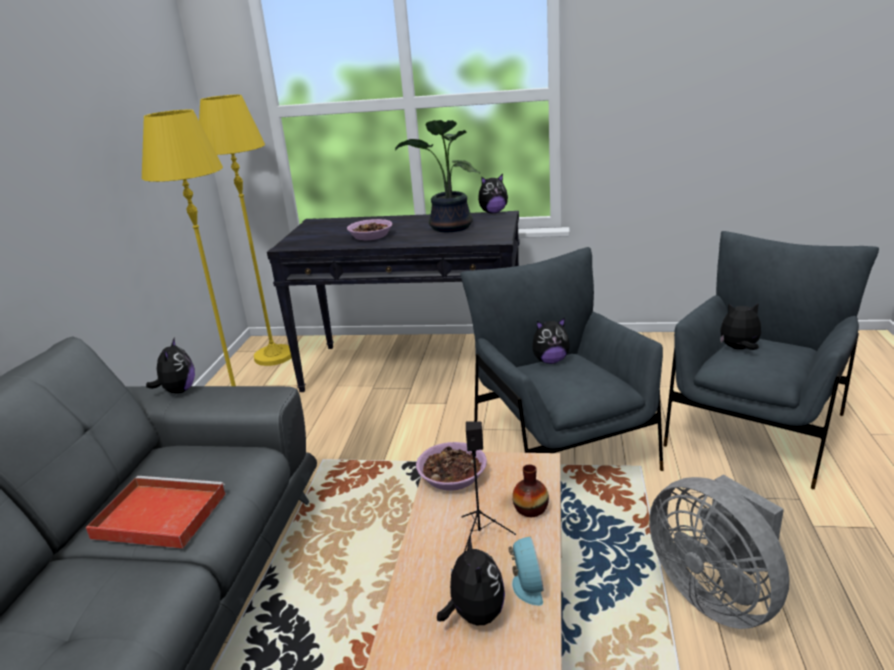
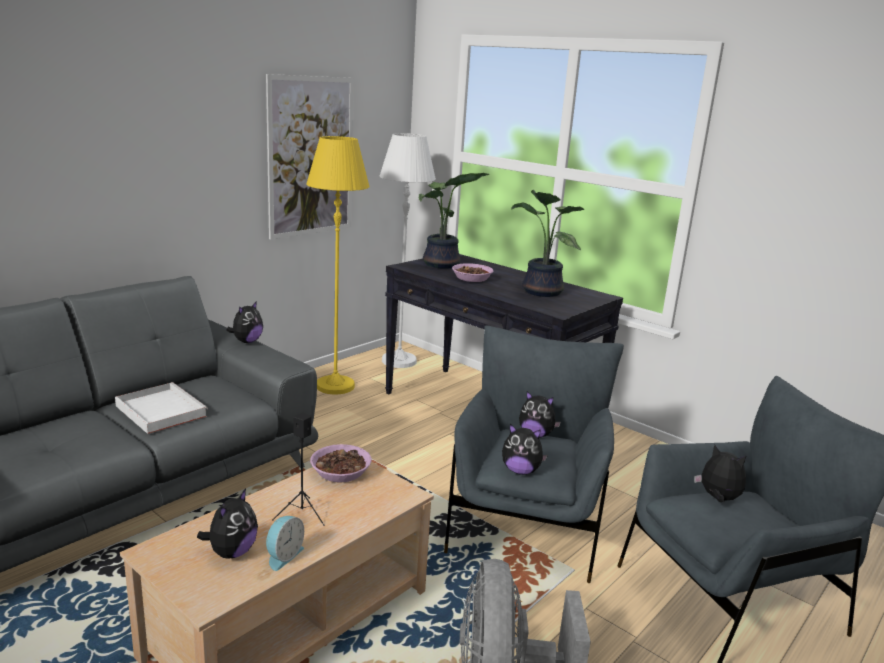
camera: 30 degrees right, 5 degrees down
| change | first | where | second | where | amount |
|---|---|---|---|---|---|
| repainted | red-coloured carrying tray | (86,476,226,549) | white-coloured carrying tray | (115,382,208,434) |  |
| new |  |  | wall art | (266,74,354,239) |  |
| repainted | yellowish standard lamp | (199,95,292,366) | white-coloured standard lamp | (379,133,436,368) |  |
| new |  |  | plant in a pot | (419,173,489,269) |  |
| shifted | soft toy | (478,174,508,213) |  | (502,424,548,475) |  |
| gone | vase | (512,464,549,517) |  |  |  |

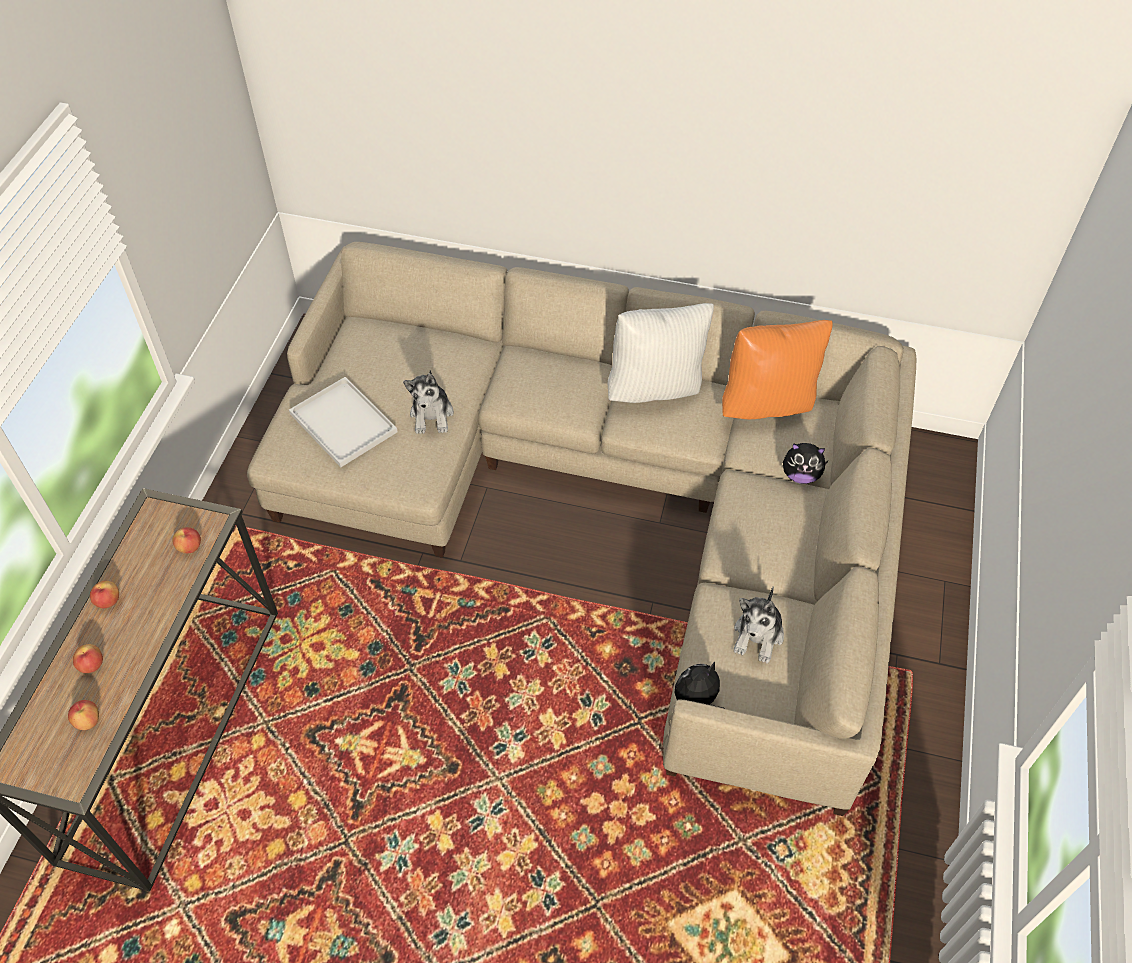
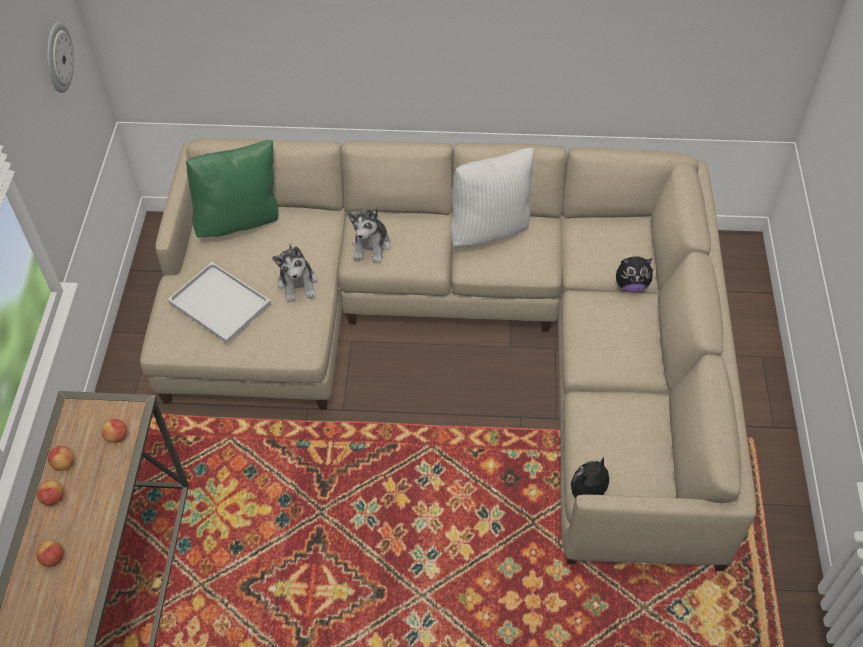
camera: 10 degrees left, 0 degrees up
| change | first | where | second | where | amount |
|---|---|---|---|---|---|
| new |  |  | wall clock | (47,22,74,93) |  |
| shifted | apple | (68,700,99,730) |  | (48,446,74,471) |  |
| new |  |  | greenish pillow | (186,140,278,237) |  |
| shifted | soft toy | (734,586,784,664) |  | (347,207,391,263) |  |
| gone | orange pillow | (722,320,833,419) |  |  |  |

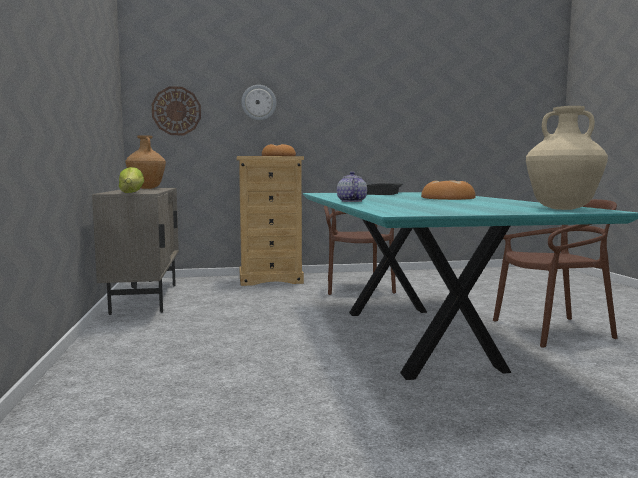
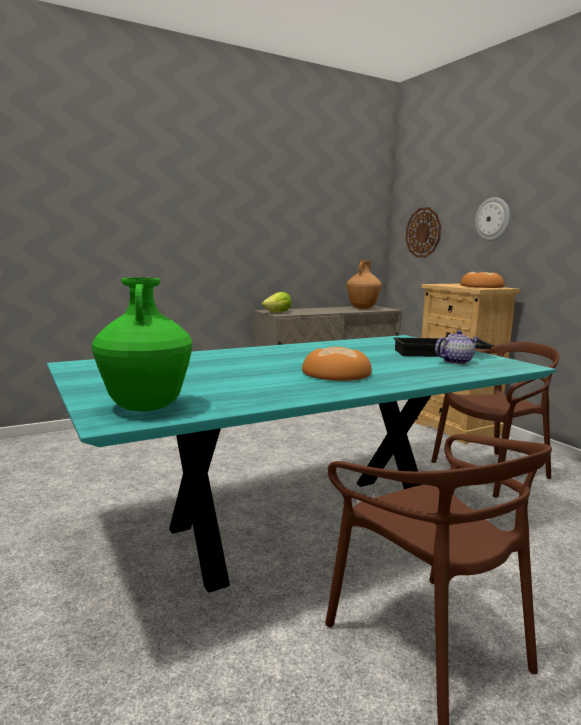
camera: 70 degrees right, 5 degrees up
| change | first | where | second | where | amount |
|---|---|---|---|---|---|
| repainted | beige vase | (526,106,608,210) | greenish vase | (92,278,192,412) |  |
| shifted | teapot | (337,171,367,202) |  | (435,330,479,364) |  |

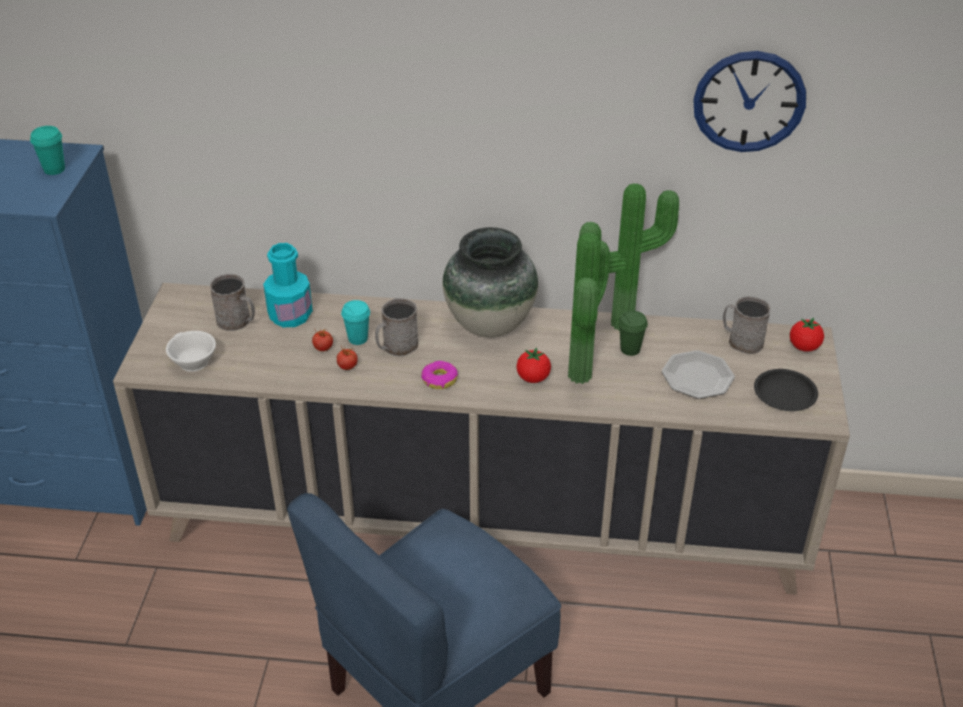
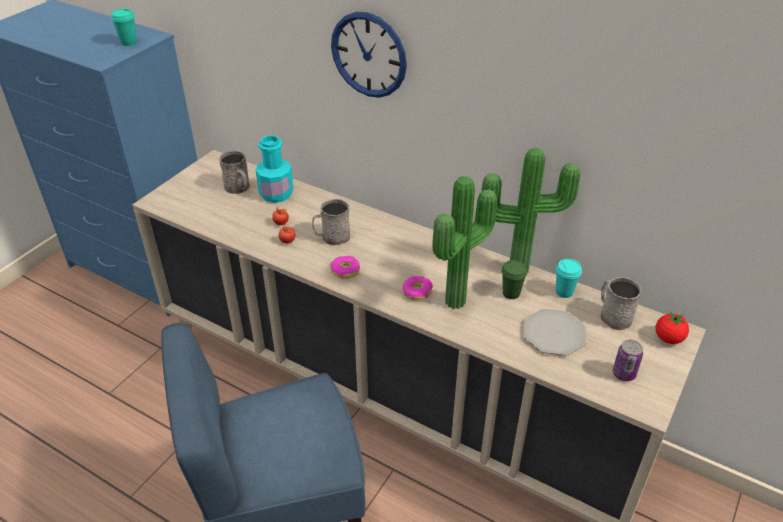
camera: 25 degrees right, 0 degrees up
| change | first | where | second | where | amount |
|---|---|---|---|---|---|
| shifted | wall clock | (693,51,806,152) |  | (331,12,407,98) |  |
| swapped | fresh tomato | (516,347,551,383) | ring doughnut | (402,276,433,300) |  |
| shifted | turquoise-coloured small cup | (341,300,370,345) |  | (556,259,582,298) |  |
| swapped | blackish plate | (754,369,818,411) | sealed can | (613,340,643,381) |  |
| gone | white-coloured small cup | (166,331,216,372) |  |  |  |
| gone | vase | (443,227,538,337) |  |  |  |

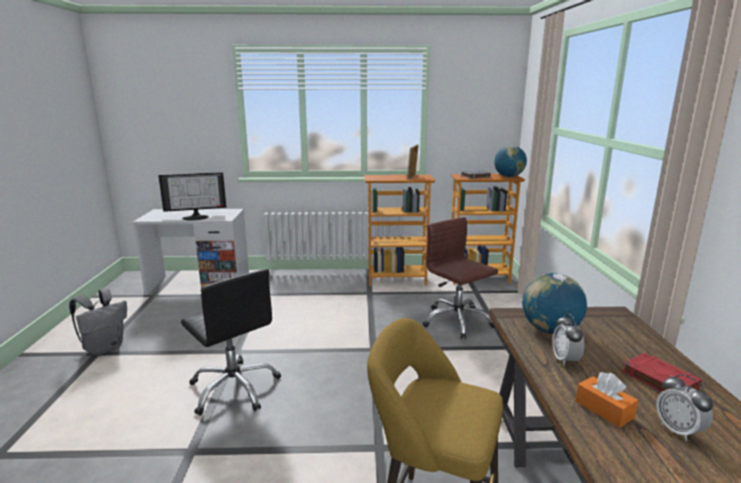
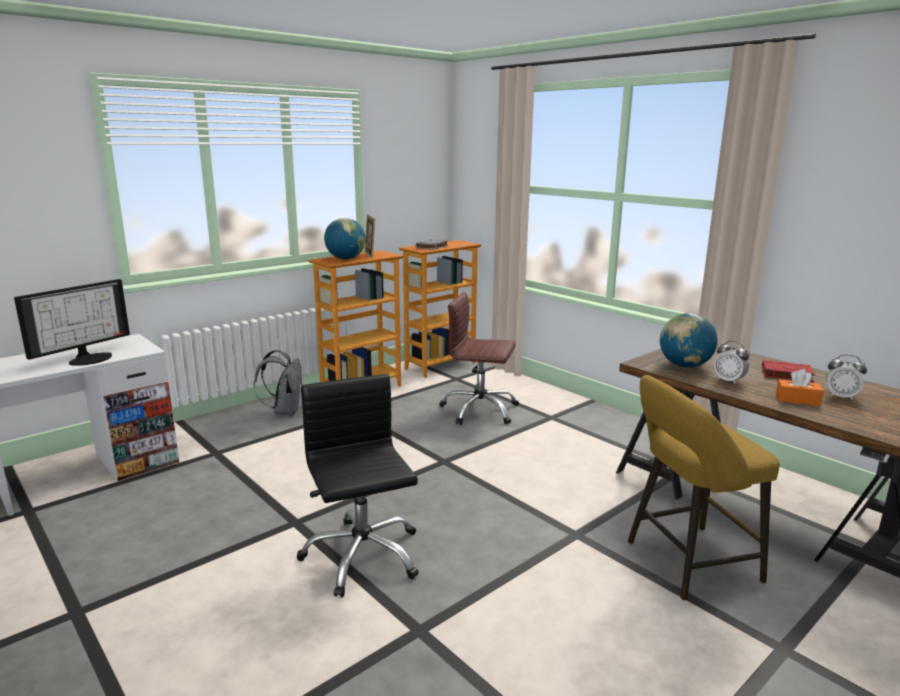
camera: 40 degrees left, 0 degrees up
| change | first | where | second | where | amount |
|---|---|---|---|---|---|
| shifted | greyish backpack | (69,288,127,356) |  | (253,350,303,416) |  |
| rotated | blackish computer chair | (181,269,281,416) |  | (296,374,419,597) | 120 degrees counterclockwise |
| shifted | desk globe | (494,145,527,177) |  | (324,218,366,259) |  |

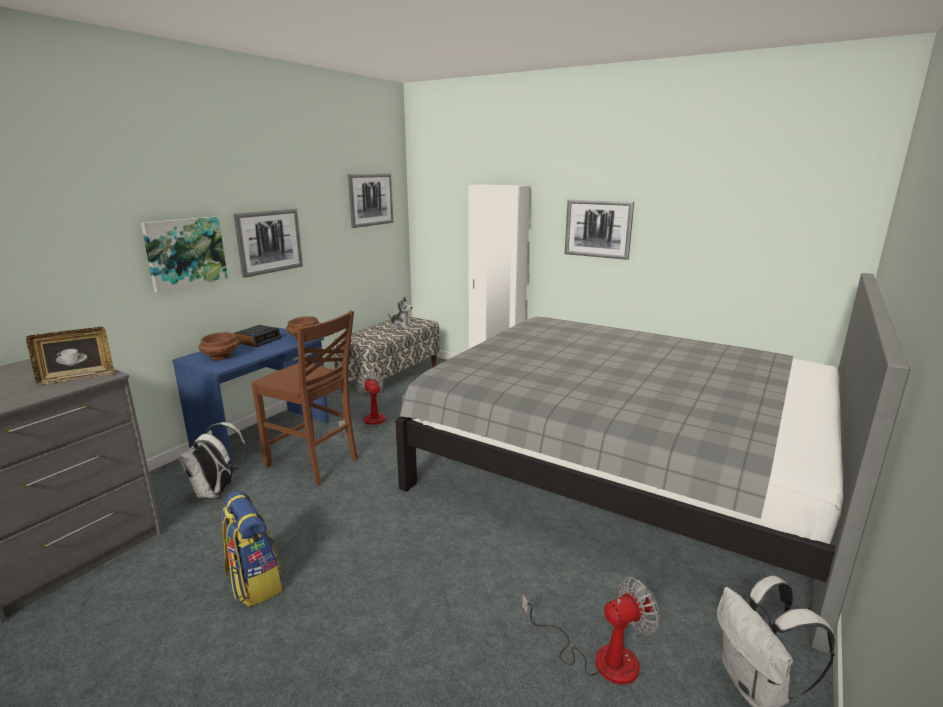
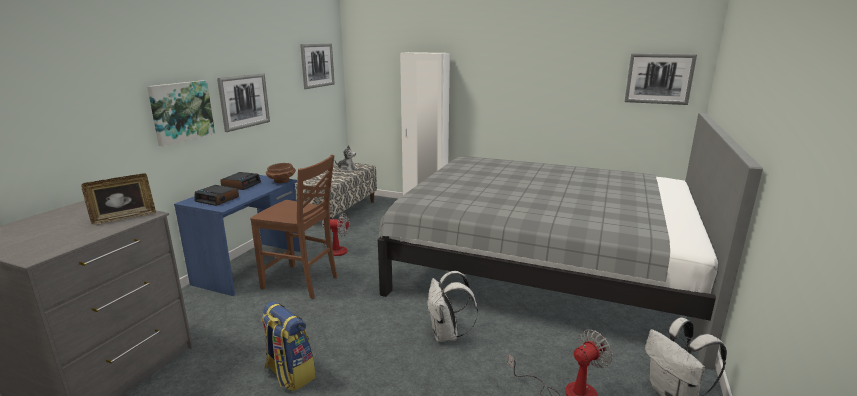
camera: 10 degrees left, 0 degrees up
| change | first | where | second | where | amount |
|---|---|---|---|---|---|
| swapped | brownish bowl | (198,332,240,360) | alarm clock | (194,185,239,206) |  |
| rotated | cooling fan | (338,371,386,438) |  | (322,213,350,256) | 135 degrees clockwise |
| shifted | white-coloured backpack | (179,422,248,498) |  | (427,271,478,342) |  |
| shifted | wall art | (565,199,634,260) |  | (625,54,697,105) |  |

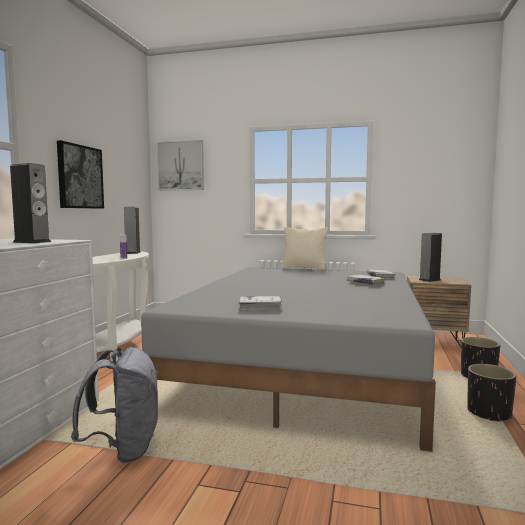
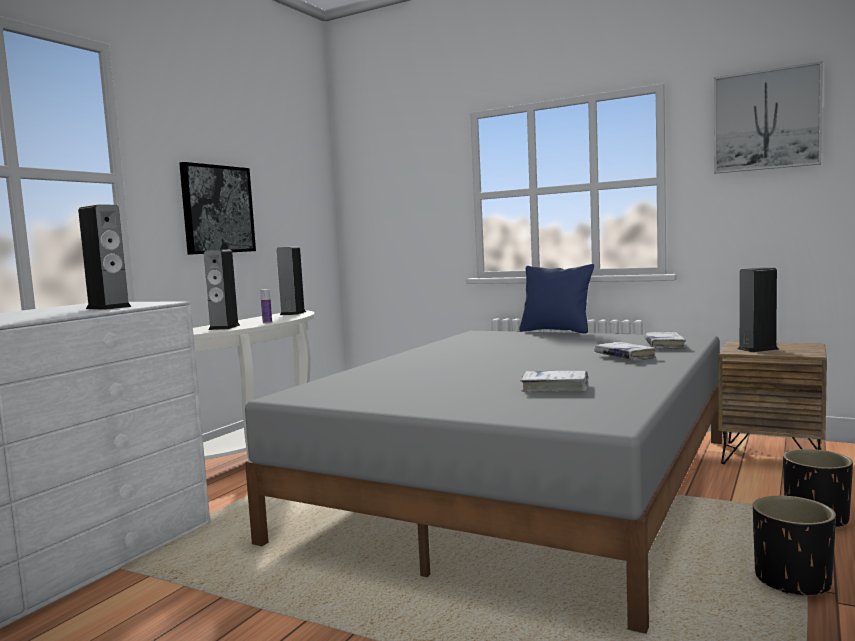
camera: 15 degrees right, 0 degrees up
| change | first | where | second | where | amount |
|---|---|---|---|---|---|
| new |  |  | loudspeaker | (204,250,240,330) |  |
| repainted | beige pillow | (281,227,329,270) | blue-coloured pillow | (519,264,594,334) |  |
| shifted | white-coloured volume | (238,296,282,311) |  | (521,371,588,392) |  |
| shifted | wall art | (157,140,204,191) |  | (714,61,823,174) |  |
| gone | greyish backpack | (71,347,158,463) |  |  |  |

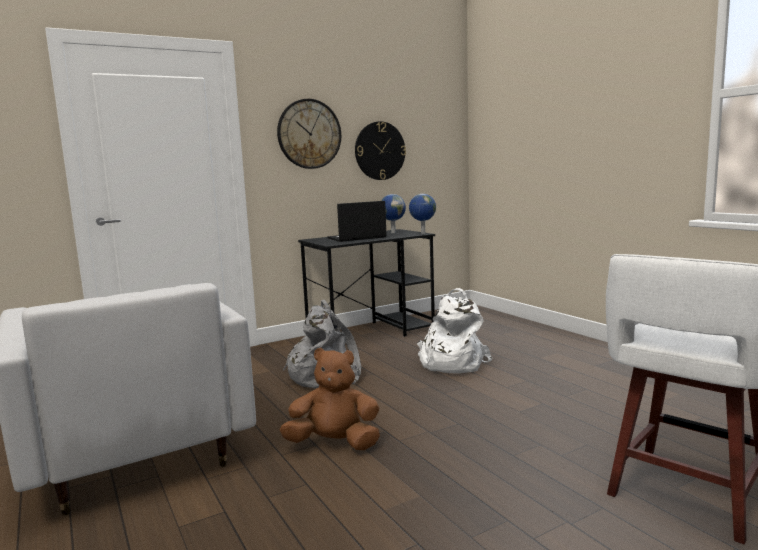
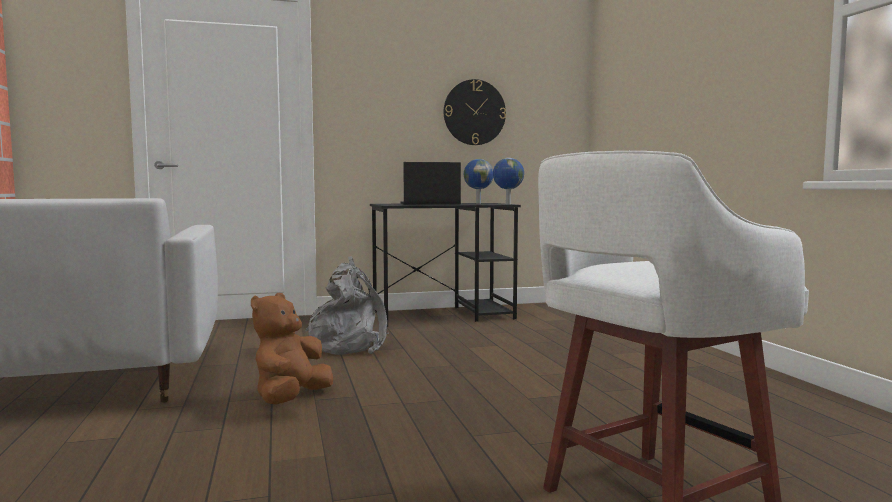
camera: 15 degrees right, 5 degrees down
| change | first | where | second | where | amount |
|---|---|---|---|---|---|
| rotated | brownish soft toy | (280,348,380,450) |  | (251,293,333,404) | 90 degrees counterclockwise |
| gone | wall clock | (277,99,341,169) |  |  |  |
| gone | white-coloured backpack | (417,288,492,373) |  |  |  |

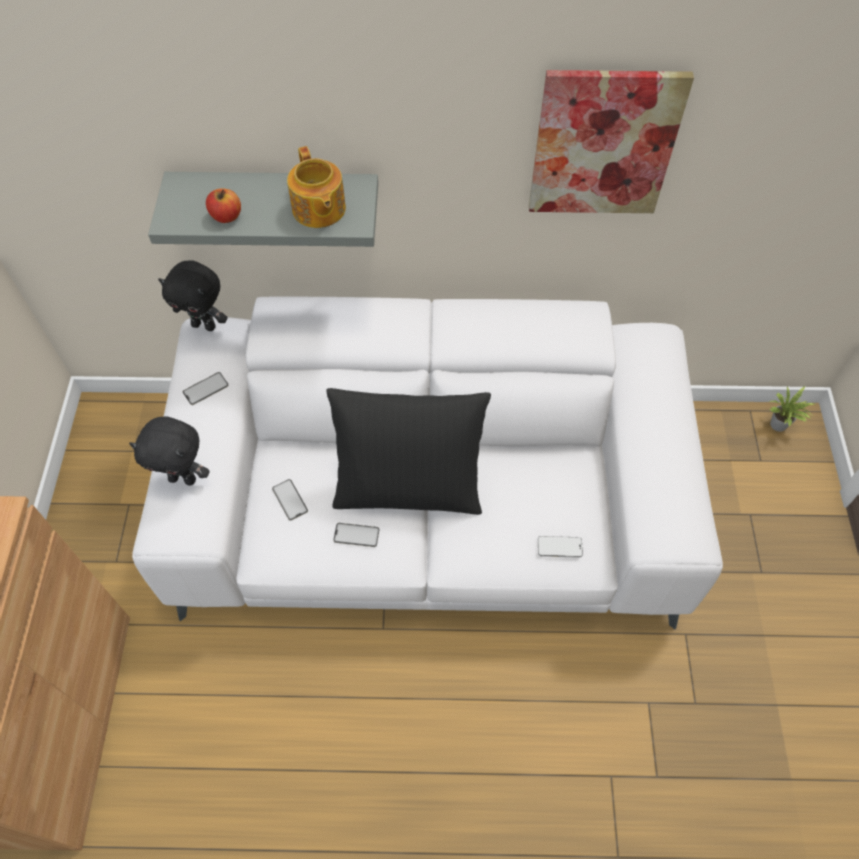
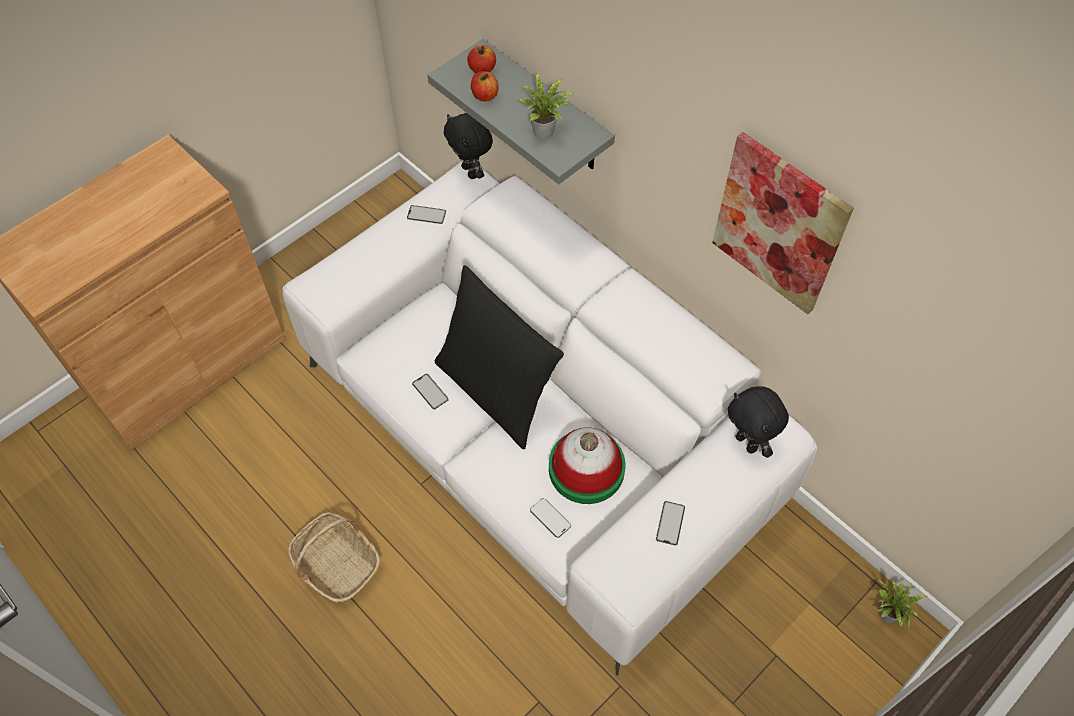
camera: 45 degrees right, 0 degrees up
| change | first | where | second | where | amount |
|---|---|---|---|---|---|
| new |  |  | basket | (288,512,381,602) |  |
| new |  |  | apple | (467,45,496,73) |  |
| swapped | teapot | (287,146,346,228) | plant in a pot | (519,72,574,139) |  |
| new |  |  | wearable hat | (549,427,625,504) |  |
| shifted | phone | (272,479,308,521) |  | (656,501,685,546) |  |
| shifted | blackish soft toy | (129,416,209,486) |  | (728,386,789,458) |  |

